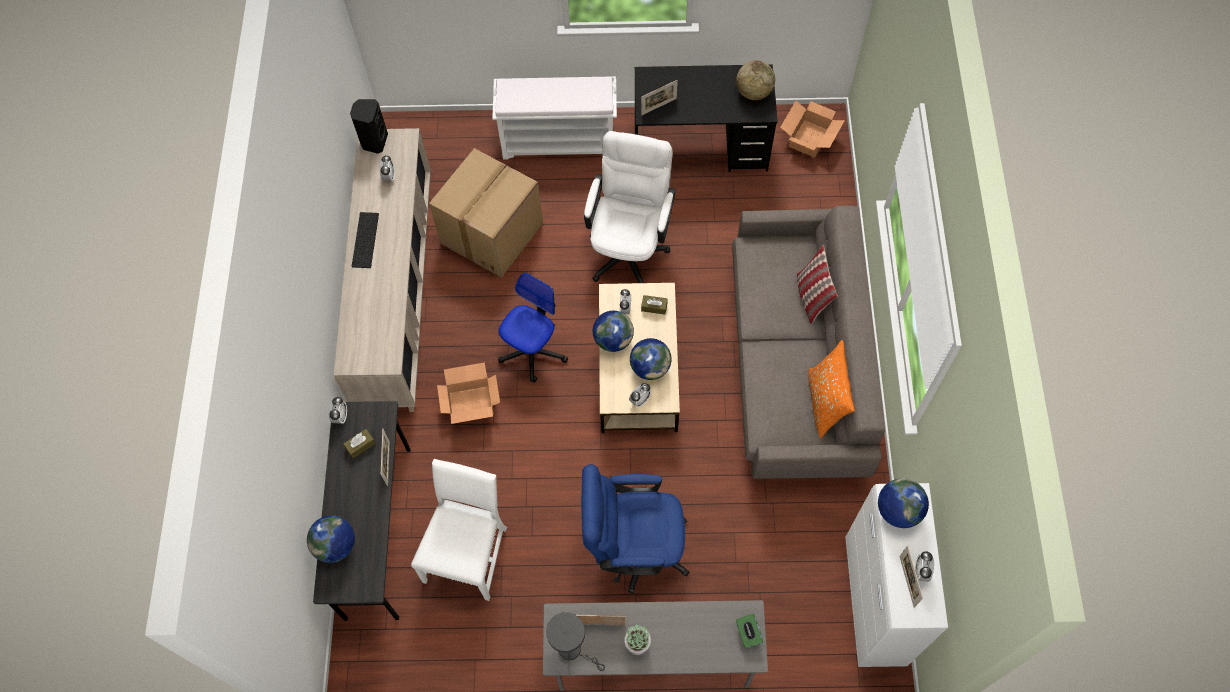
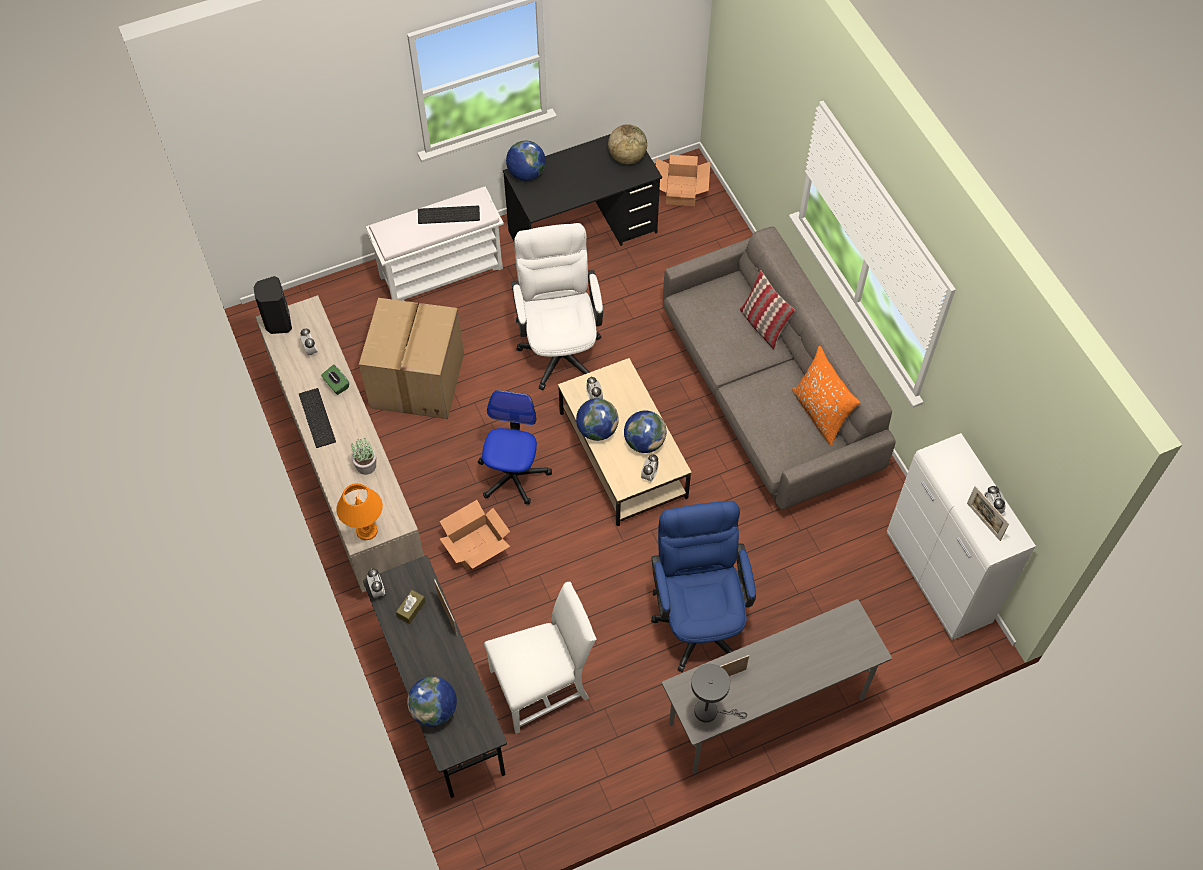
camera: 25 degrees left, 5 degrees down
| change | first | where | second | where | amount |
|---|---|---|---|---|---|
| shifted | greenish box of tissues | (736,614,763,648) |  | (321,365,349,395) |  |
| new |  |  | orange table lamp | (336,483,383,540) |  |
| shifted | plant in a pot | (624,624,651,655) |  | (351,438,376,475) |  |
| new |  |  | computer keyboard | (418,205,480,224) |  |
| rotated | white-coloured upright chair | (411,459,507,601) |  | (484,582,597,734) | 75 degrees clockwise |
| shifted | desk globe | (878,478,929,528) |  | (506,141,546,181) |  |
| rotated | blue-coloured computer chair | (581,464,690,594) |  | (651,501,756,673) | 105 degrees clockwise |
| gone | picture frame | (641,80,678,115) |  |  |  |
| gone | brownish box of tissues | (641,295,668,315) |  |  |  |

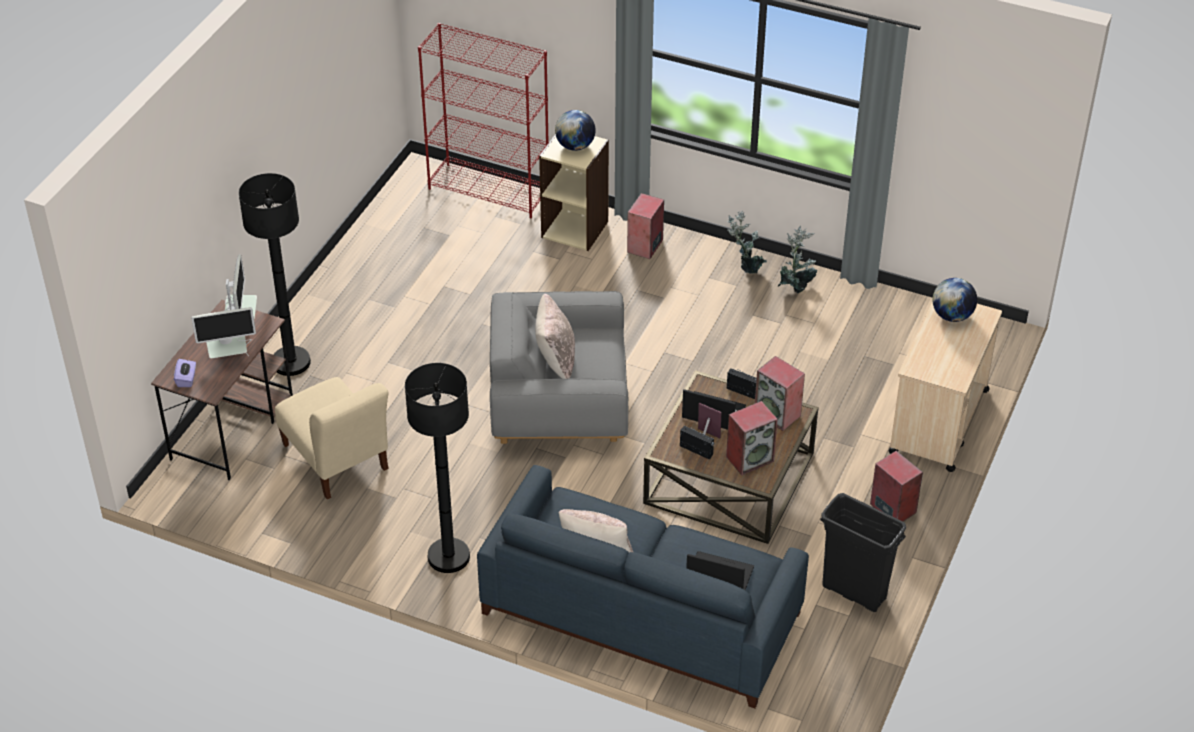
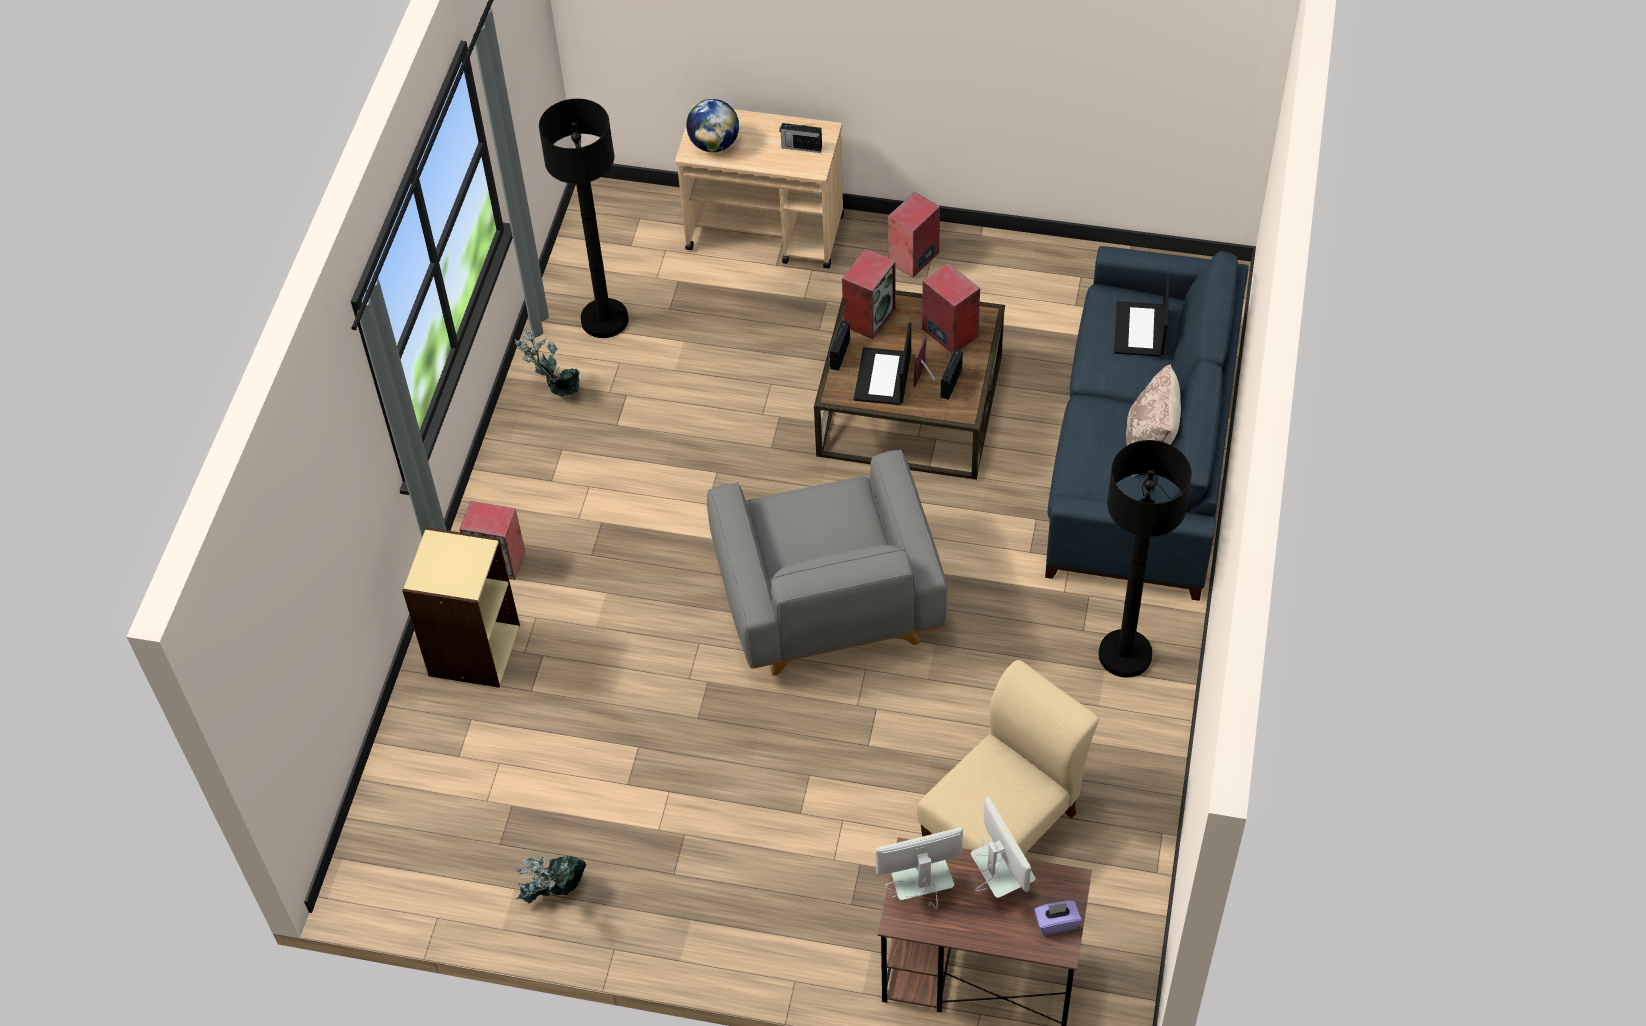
camera: 100 degrees left, 10 degrees up
| change | first | where | second | where | amount |
|---|---|---|---|---|---|
| shifted | plant in a pot | (727,211,767,274) |  | (514,853,586,904) |  |
| shifted | blackish standard lamp | (239,173,311,376) |  | (539,99,629,338) |  |
| new |  |  | radio | (779,123,822,153) |  |
| gone | red-coloured bookshelf | (418,23,549,218) |  |  |  |
| gone | beige pillow | (535,294,575,379) |  |  |  |
| gone | desk globe | (555,110,596,151) |  |  |  |
| gone | blackish trash can | (820,493,906,612) |  |  |  |

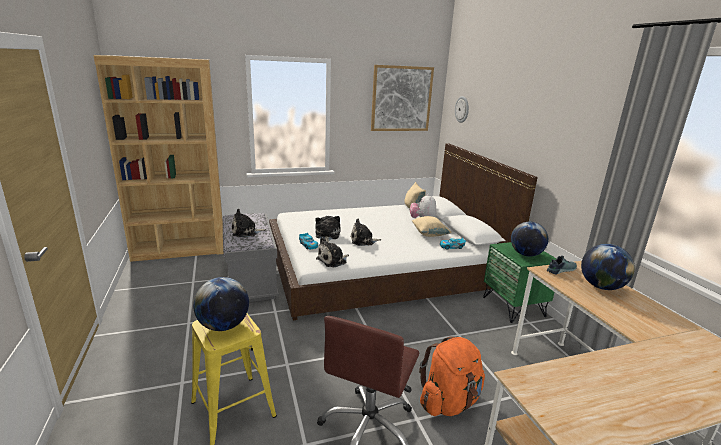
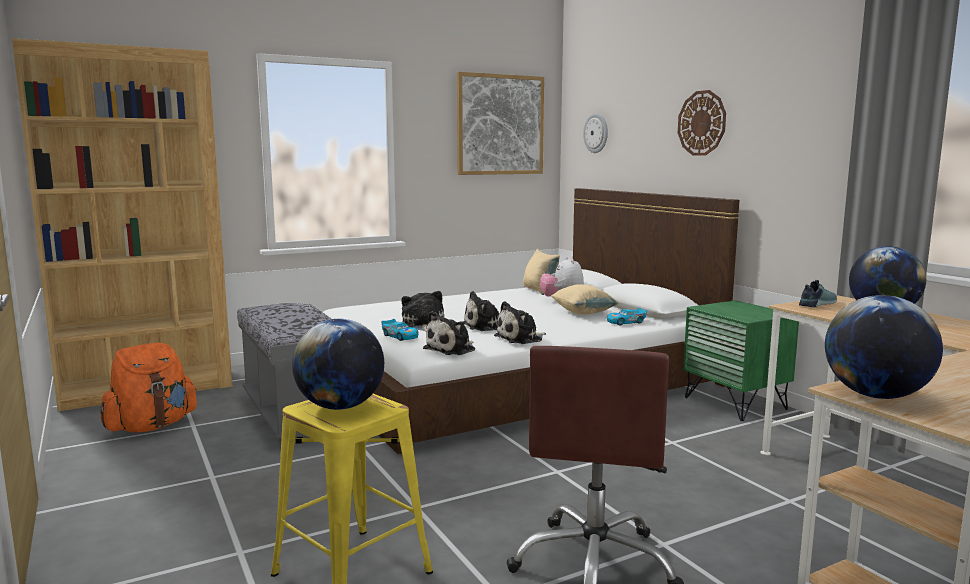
camera: 10 degrees left, 10 degrees down
| change | first | where | second | where | amount |
|---|---|---|---|---|---|
| shifted | orange backpack | (419,336,485,416) |  | (100,343,197,432) |  |
| shifted | soft toy | (231,209,266,237) |  | (494,301,546,344) |  |
| new |  |  | wall clock | (678,90,726,156) |  |
| shifted | desk globe | (511,222,548,256) |  | (825,295,943,399) |  |

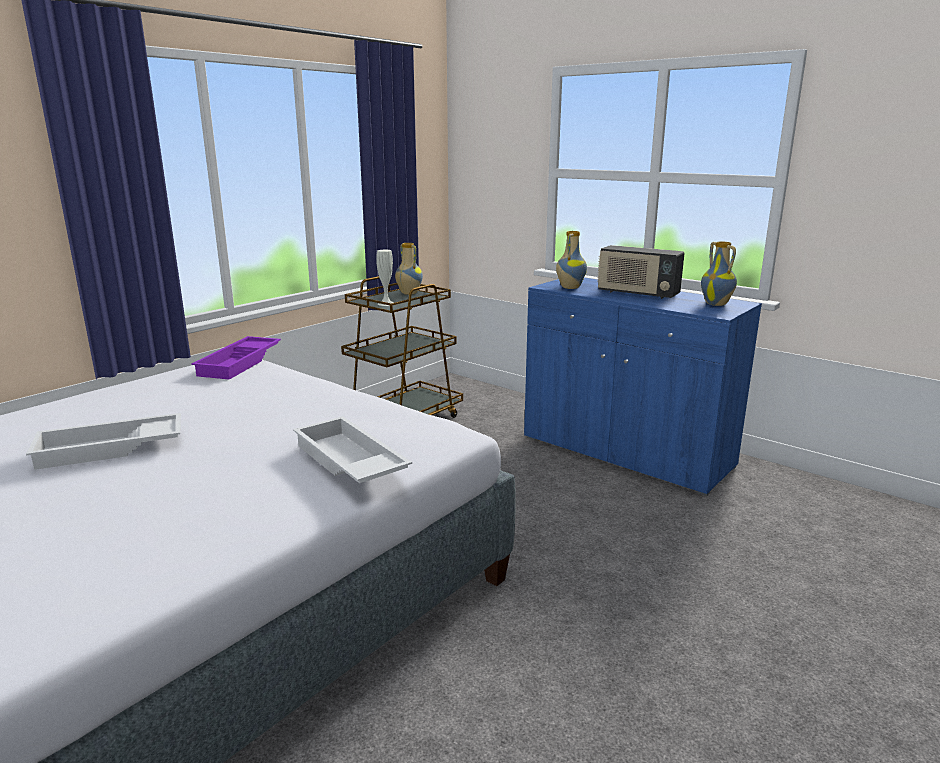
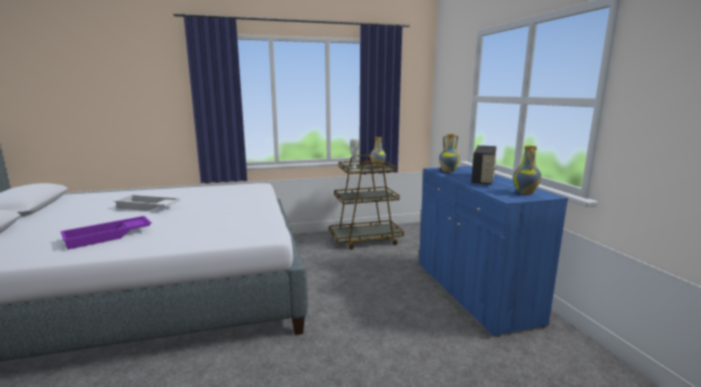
camera: 35 degrees right, 5 degrees down
| change | first | where | second | where | amount |
|---|---|---|---|---|---|
| shifted | purple carrying tray | (191,336,281,380) |  | (60,216,152,250) |  |
| rotated | radio | (597,245,685,299) |  | (471,145,497,185) | 135 degrees counterclockwise |
| gone | white-coloured carrying tray | (293,416,412,483) |  |  |  |

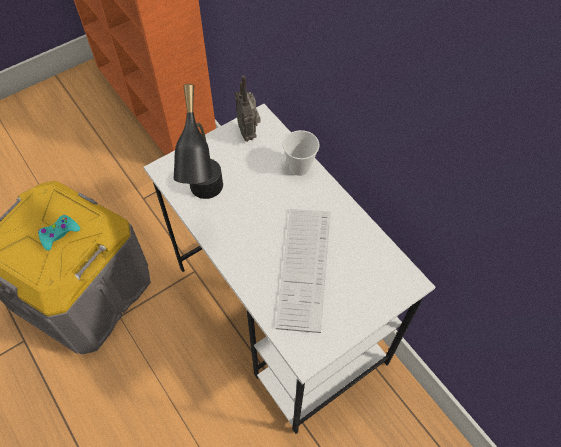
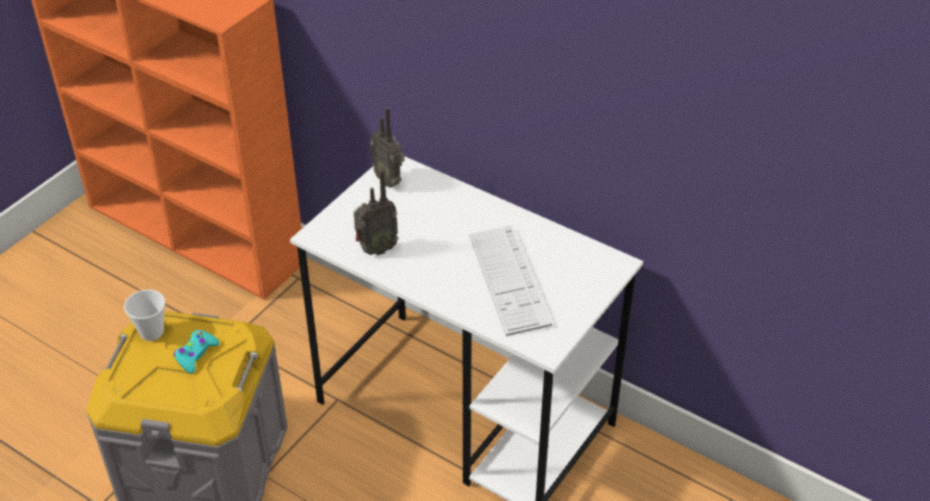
camera: 20 degrees left, 15 degrees down
| change | first | where | second | where | amount |
|---|---|---|---|---|---|
| shifted | small cup | (283,130,319,176) |  | (124,290,165,341) |  |
| swapped | blackish table lamp | (174,84,223,199) | radio | (354,169,399,255) |  |

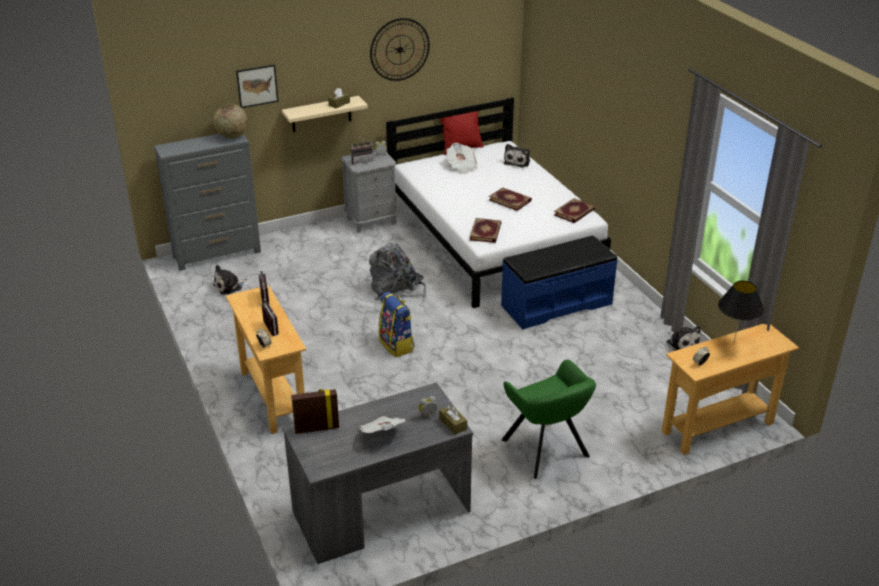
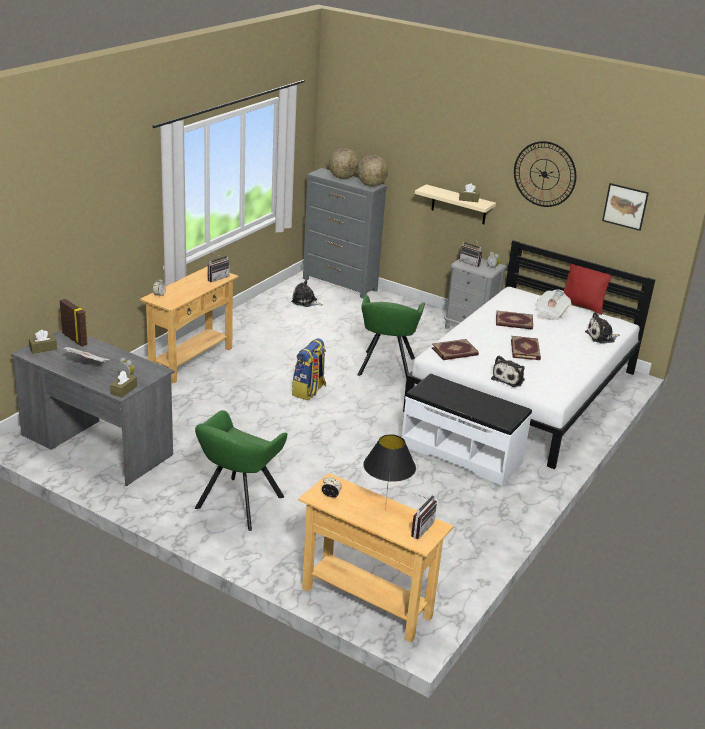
camera: 55 degrees right, 5 degrees down
| change | first | where | second | where | amount |
|---|---|---|---|---|---|
| new |  |  | brownish box of tissues | (29,330,57,354) |  |
| new |  |  | desk globe | (329,148,359,179) |  |
| swapped | greyish backpack | (369,243,426,300) | greenish armchair | (358,295,425,378) |  |
| repainted | blue-coloured indoor bench | (501,236,618,329) | white-coloured indoor bench | (402,374,532,486) |  |
| shifted | radio | (260,299,279,336) |  | (411,493,437,539) |  |
| shifted | soft toy | (667,326,701,351) |  | (491,356,525,387) |  |
| shifted | volume | (554,198,595,223) |  | (496,311,533,330) |  |
| shifted | wall art | (236,64,278,108) |  | (602,183,649,231) |  |

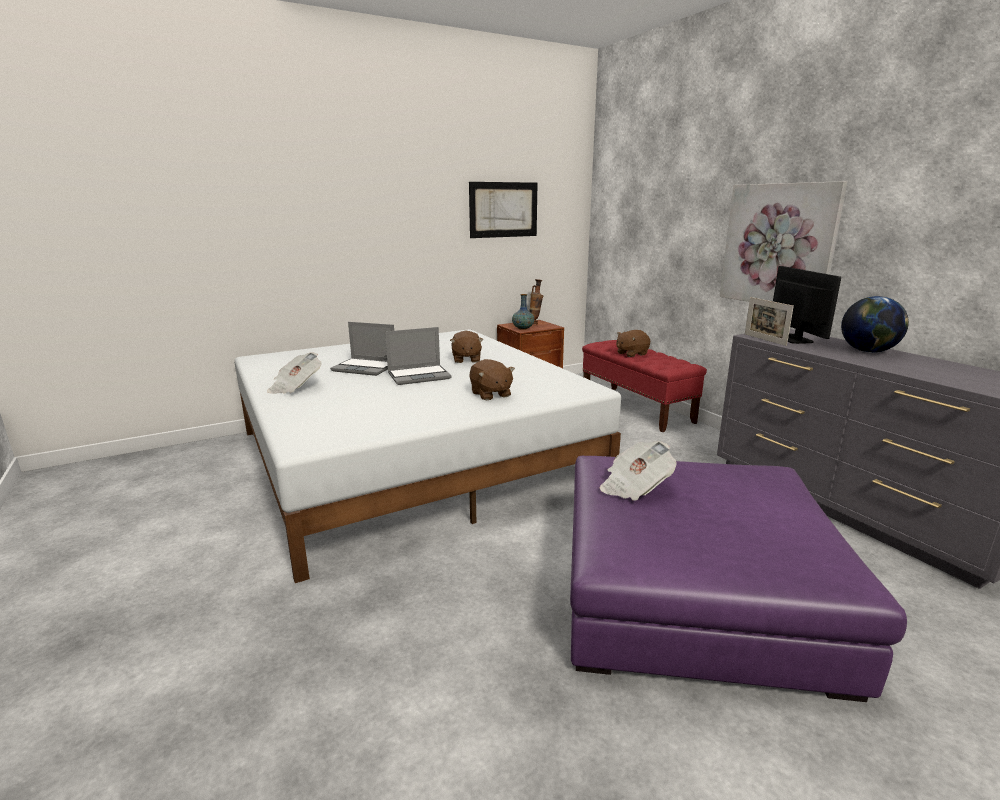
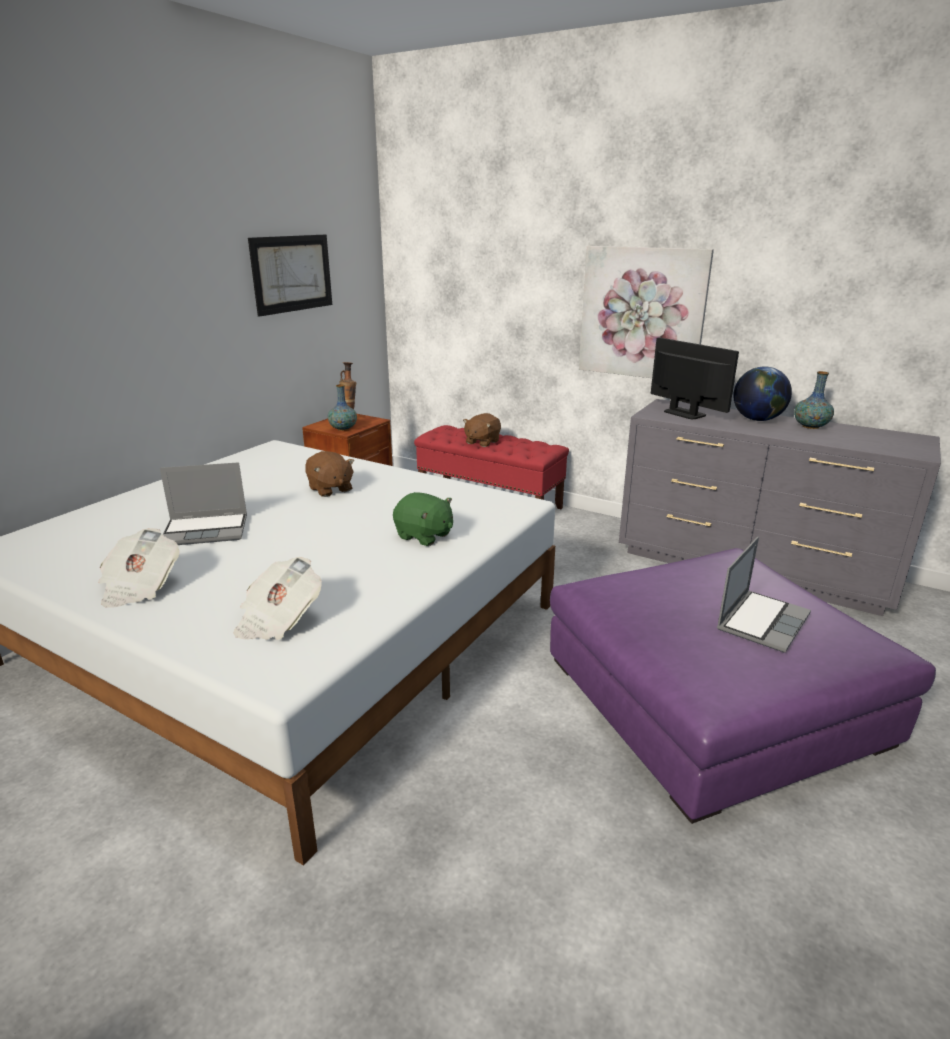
camera: 30 degrees left, 5 degrees up
| change | first | where | second | where | amount |
|---|---|---|---|---|---|
| shifted | daily paper | (600,441,677,501) |  | (233,557,322,640) |  |
| repainted | brownish soft toy | (469,359,515,400) | greenish soft toy | (393,492,453,546) |  |
| shifted | notebook computer | (385,327,451,385) |  | (717,537,811,653) |  |
| new |  |  | vase | (794,371,834,429) |  |
| gone | picture frame | (745,297,794,346) |  |  |  |

